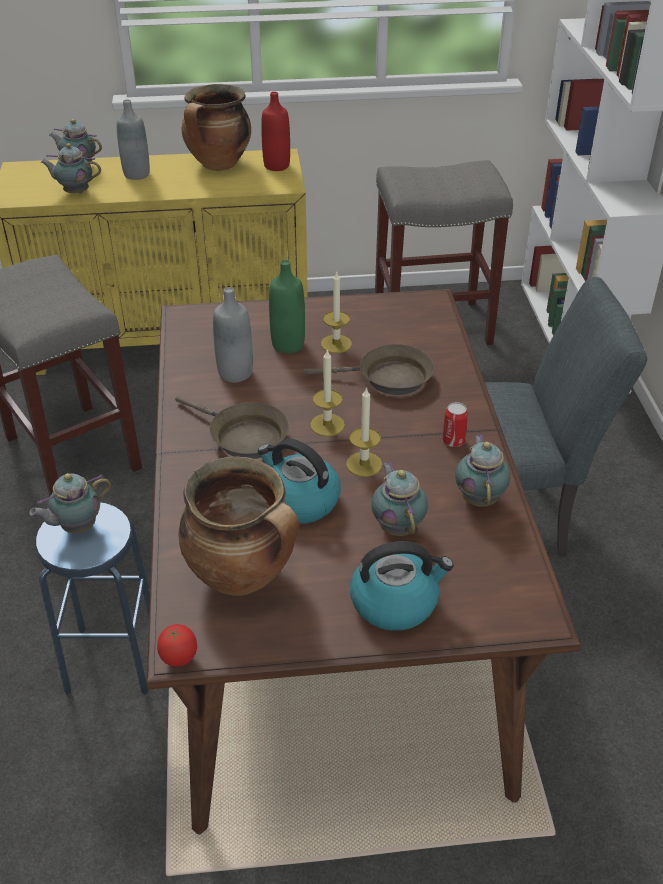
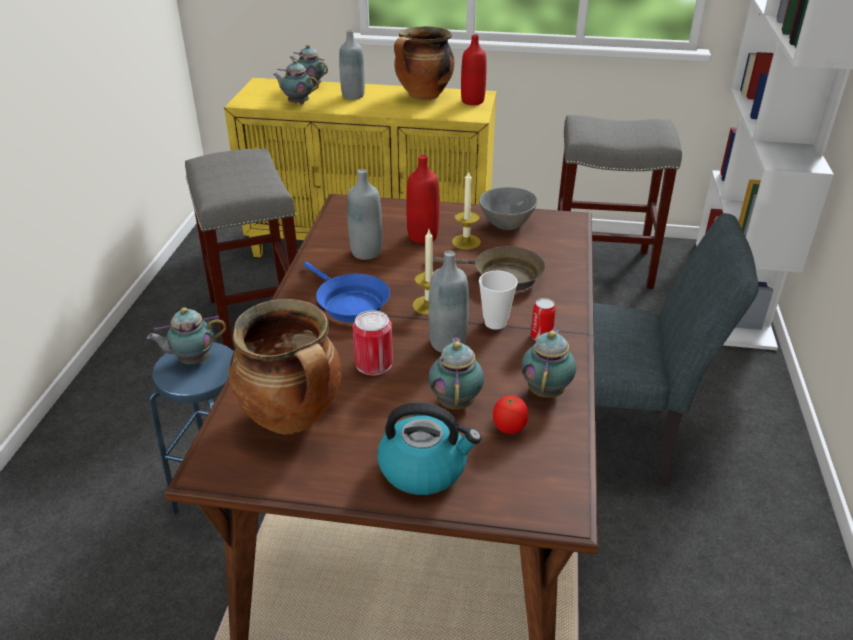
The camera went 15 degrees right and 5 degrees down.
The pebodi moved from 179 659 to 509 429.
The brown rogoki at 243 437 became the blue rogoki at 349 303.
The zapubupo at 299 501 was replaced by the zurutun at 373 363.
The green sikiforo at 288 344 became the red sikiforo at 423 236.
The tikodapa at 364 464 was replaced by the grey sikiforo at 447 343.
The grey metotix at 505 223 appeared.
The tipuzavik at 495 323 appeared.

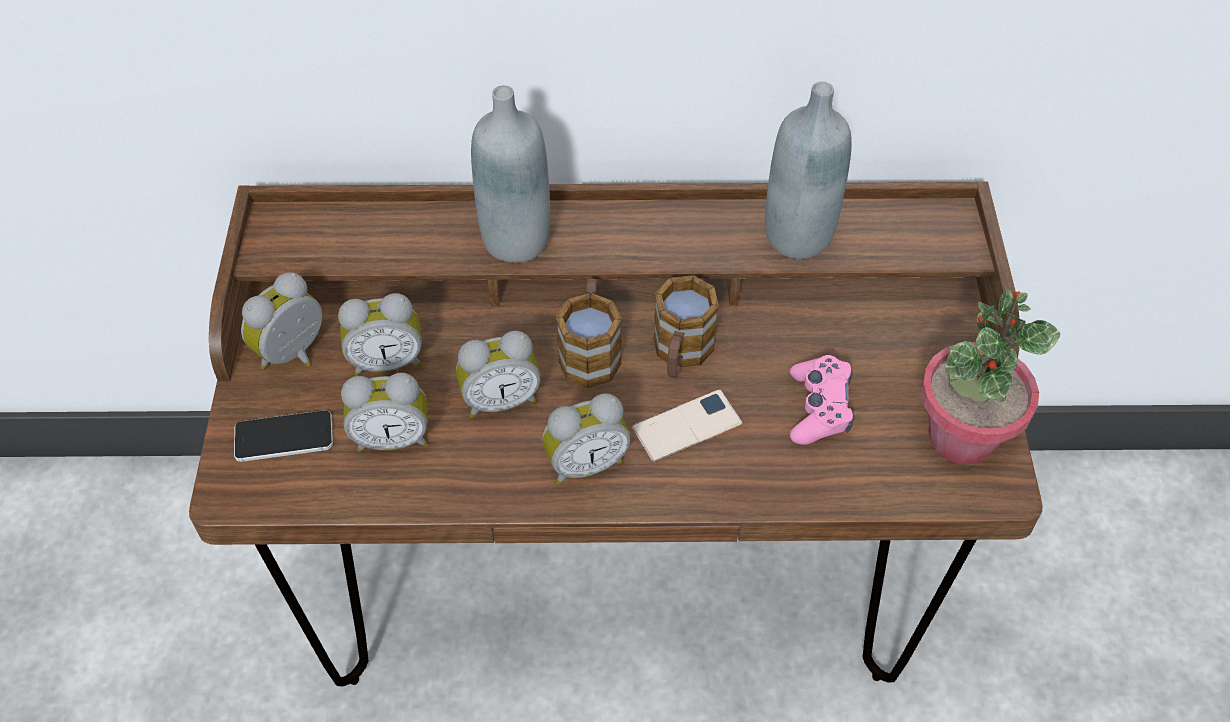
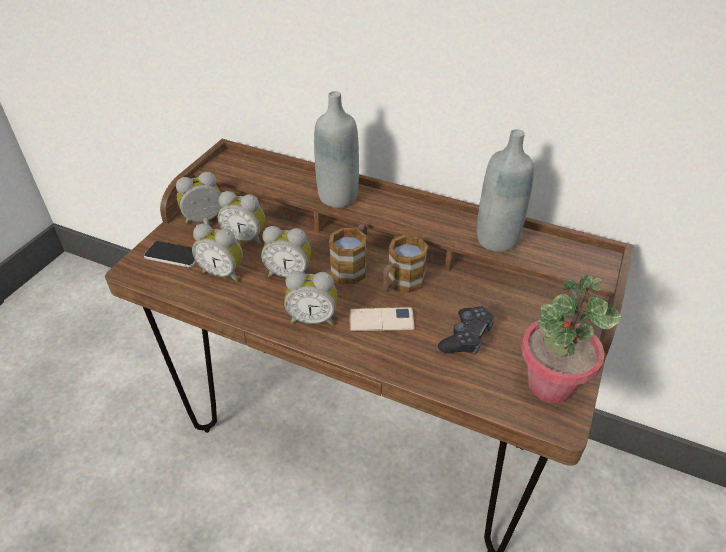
The camera went 25 degrees right and 10 degrees down.
The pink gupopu at 819 408 became the black gupopu at 466 337.

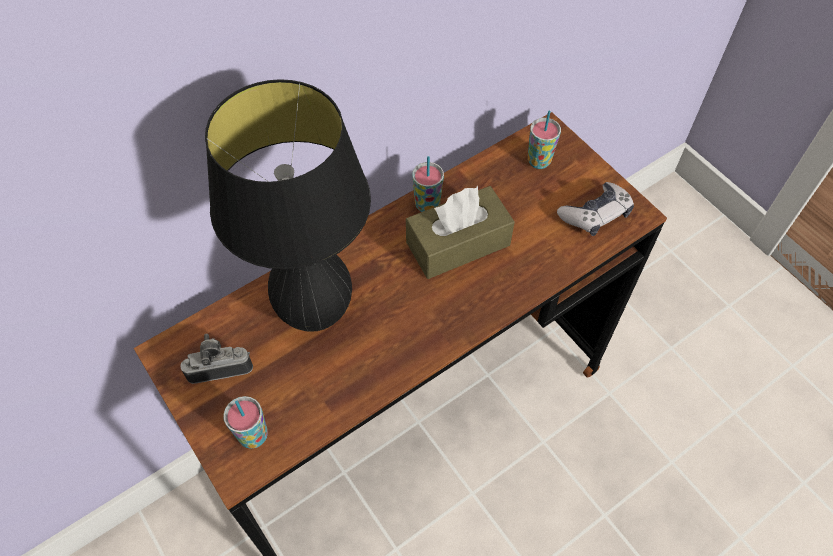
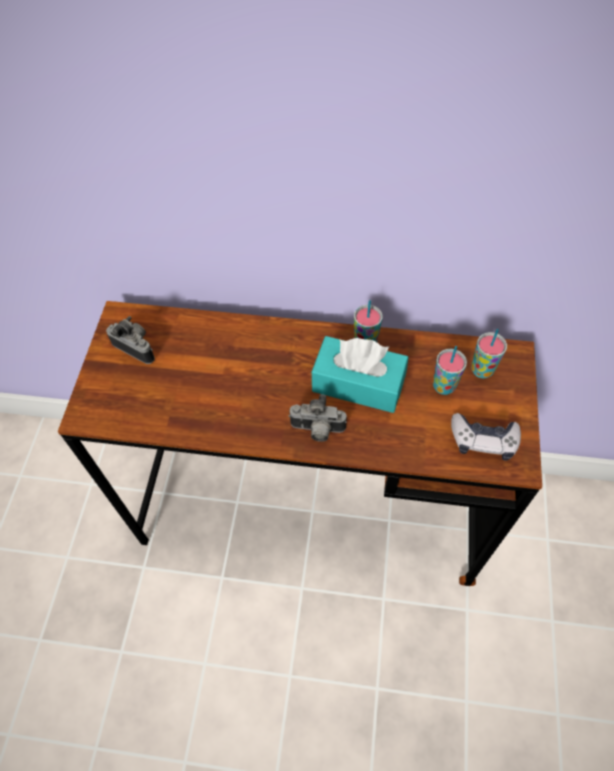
The camera went 45 degrees right and 0 degrees up.
The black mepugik at 315 312 disappeared.
The tipuzavik moved from 253 436 to 443 386.
The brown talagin at 458 243 became the turquoise talagin at 358 384.
The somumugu at 317 430 appeared.

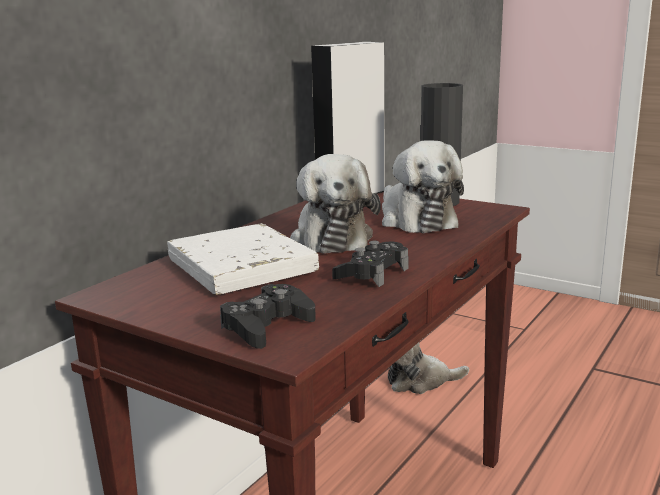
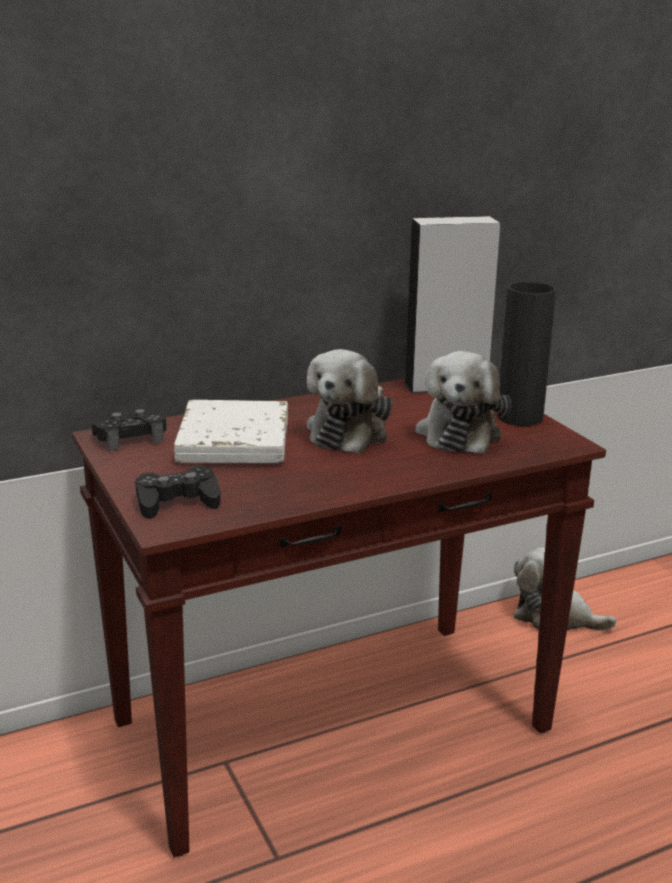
The camera went 30 degrees right and 5 degrees up.
The black gupopu moved from 371 274 to 131 438.

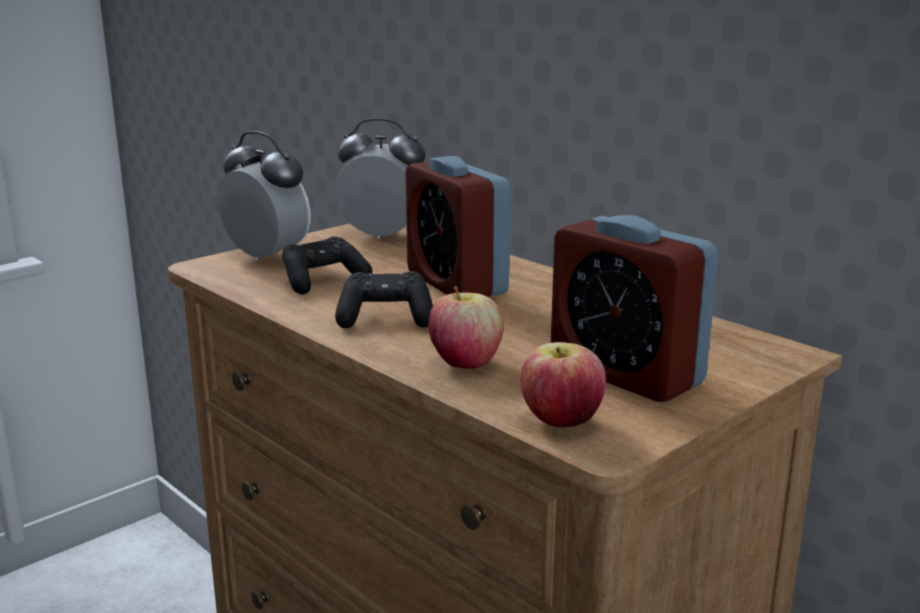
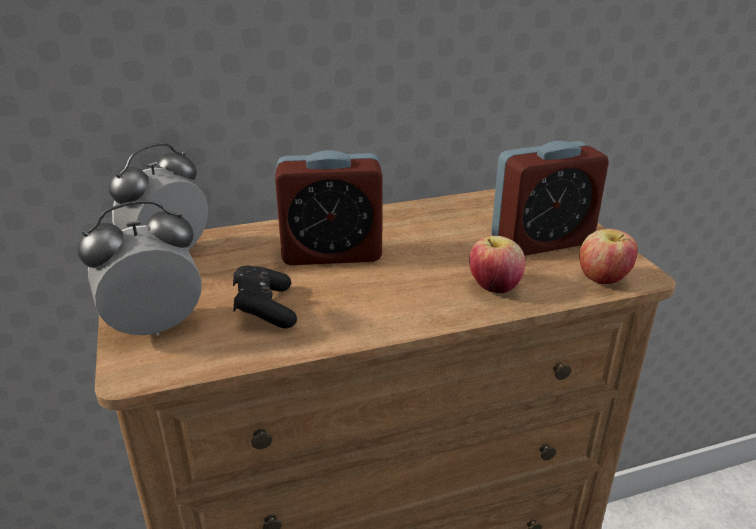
The camera went 65 degrees left and 10 degrees up.
The black gupopu at 386 318 disappeared.

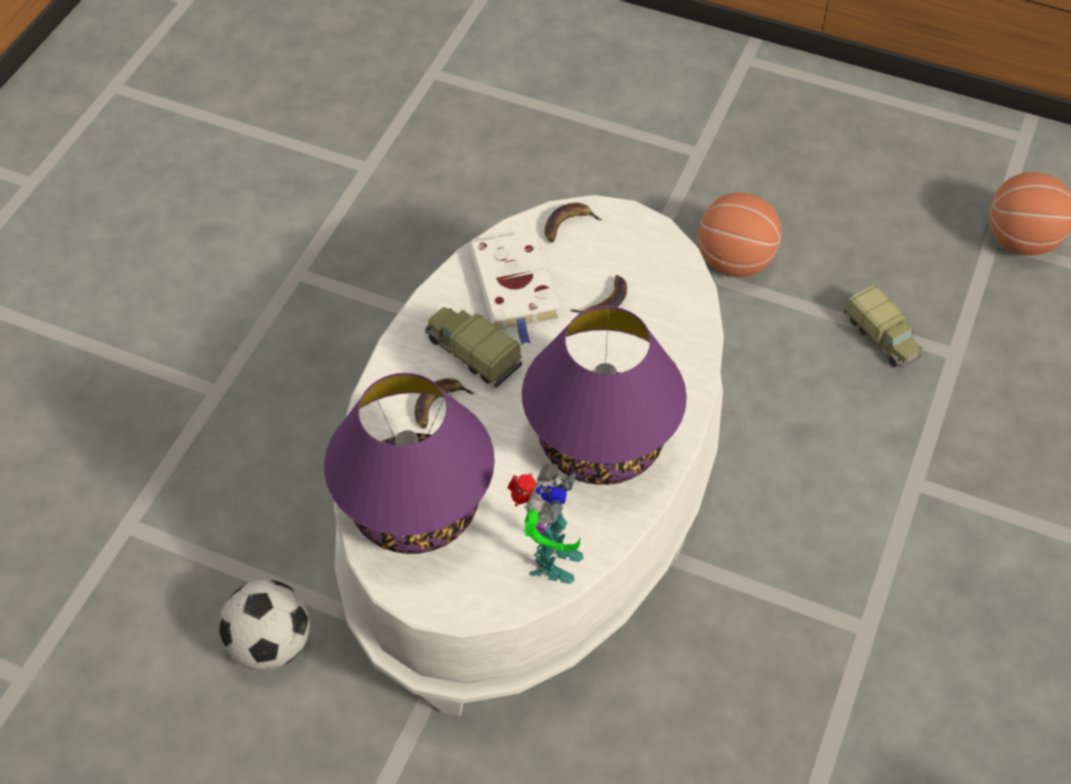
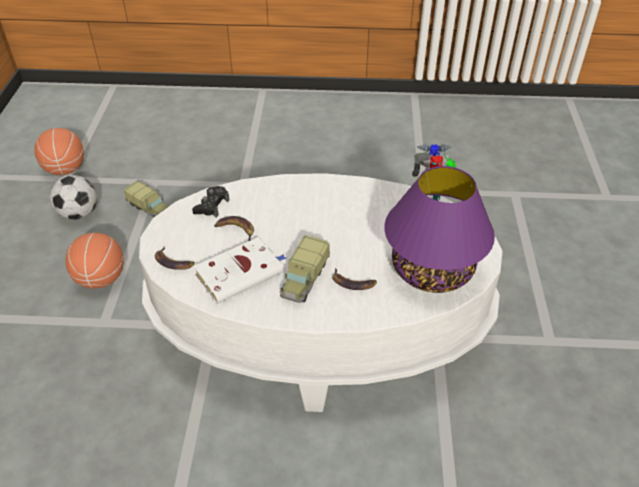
The camera went 110 degrees left and 10 degrees down.
The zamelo moved from 271 644 to 79 214.
The purple mepugik at 600 444 disappeared.
The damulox at 882 338 turned 90 degrees clockwise.
The black gupopu at 211 206 appeared.

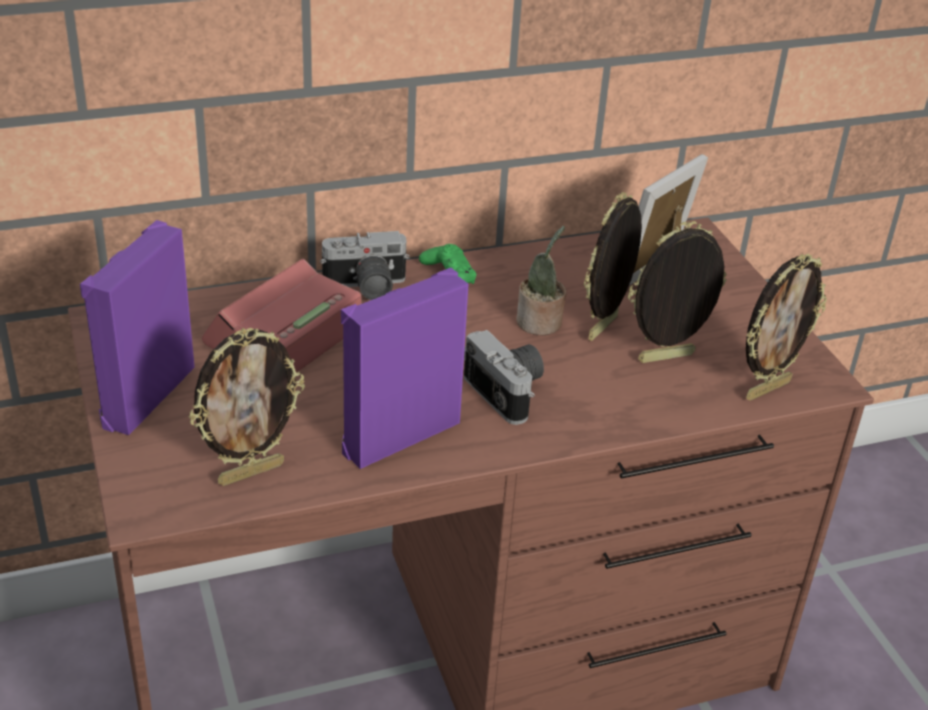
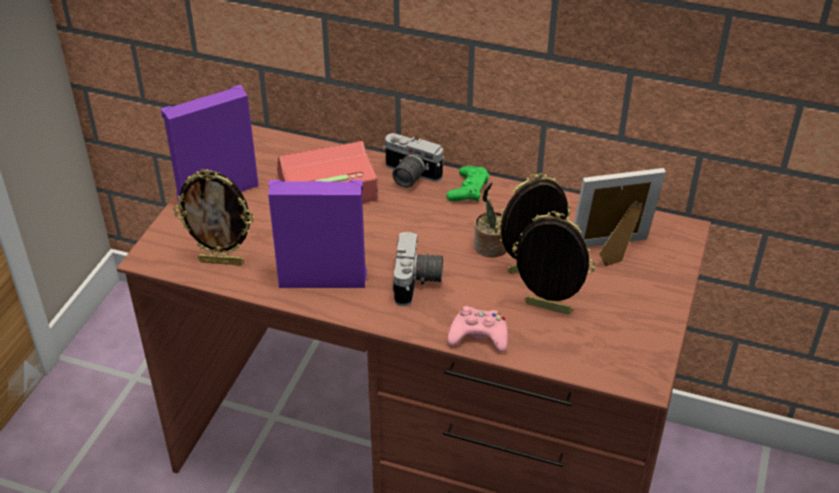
The camera went 40 degrees right and 5 degrees up.
The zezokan at 766 389 disappeared.
The pink gupopu at 479 336 appeared.

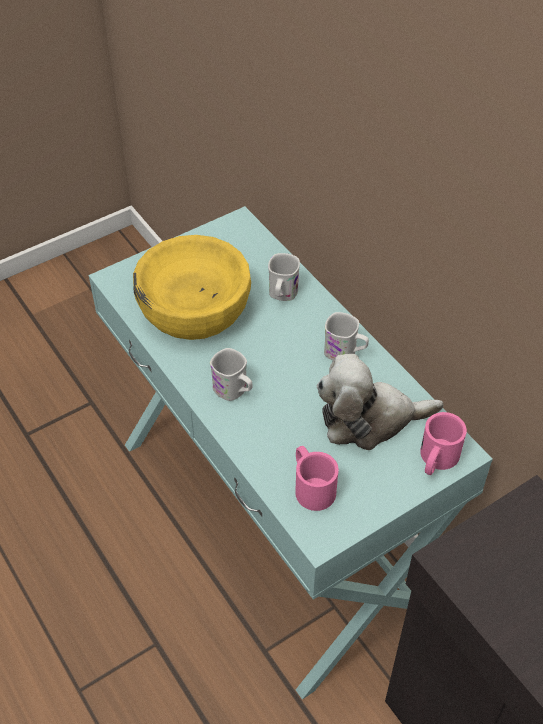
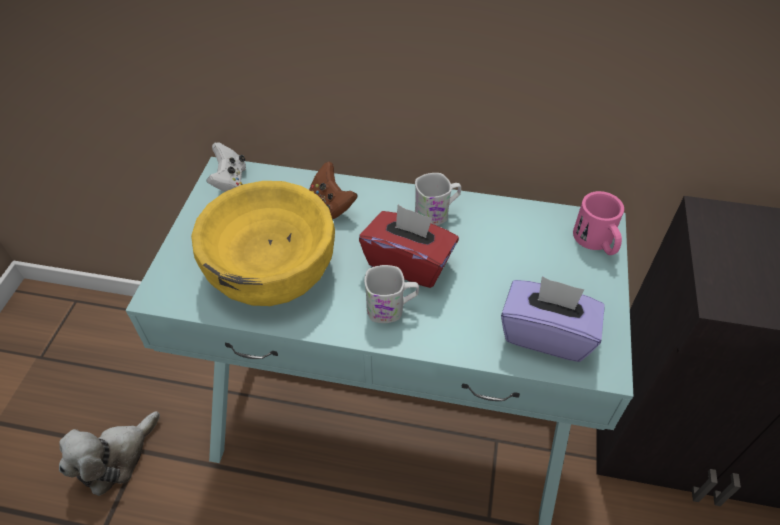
The camera went 45 degrees left and 0 degrees up.
The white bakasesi at 282 294 was replaced by the brown gupopu at 332 204.
The pink bakasesi at 311 486 was replaced by the purple talagin at 546 334.
The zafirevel moved from 369 419 to 115 458.
The white gupopu at 230 181 appeared.
The red talagin at 409 263 appeared.

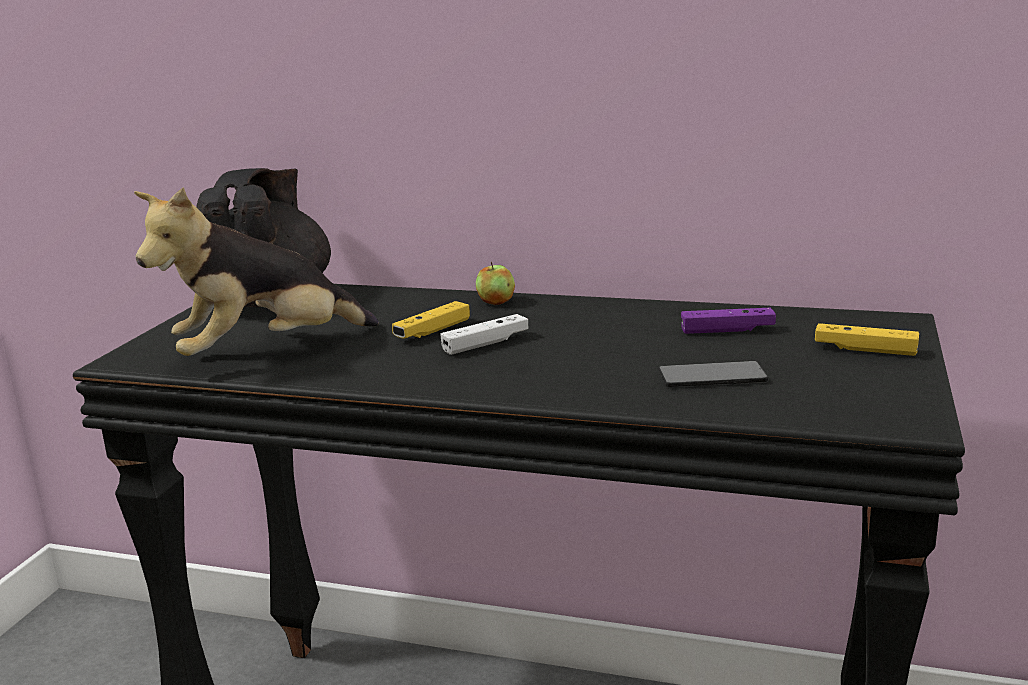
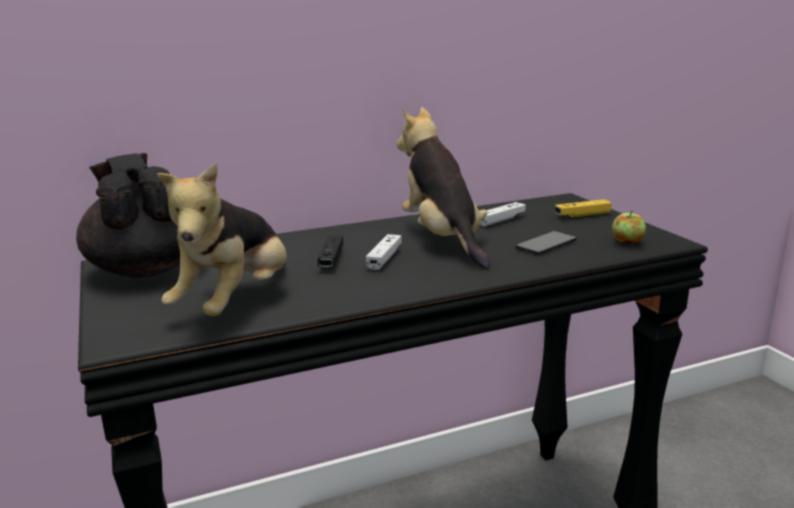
The camera went 40 degrees left and 0 degrees up.
The yellow gupopu at 432 331 became the black gupopu at 331 259.
The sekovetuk moved from 496 302 to 627 242.
The purple gupopu at 727 330 became the white gupopu at 501 220.
The zafirevel at 442 239 appeared.

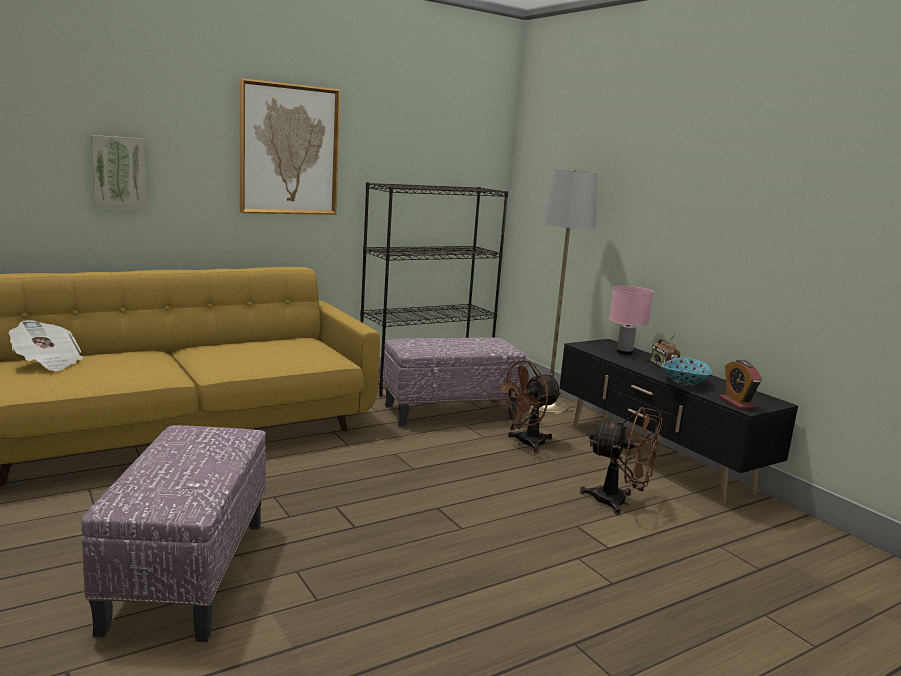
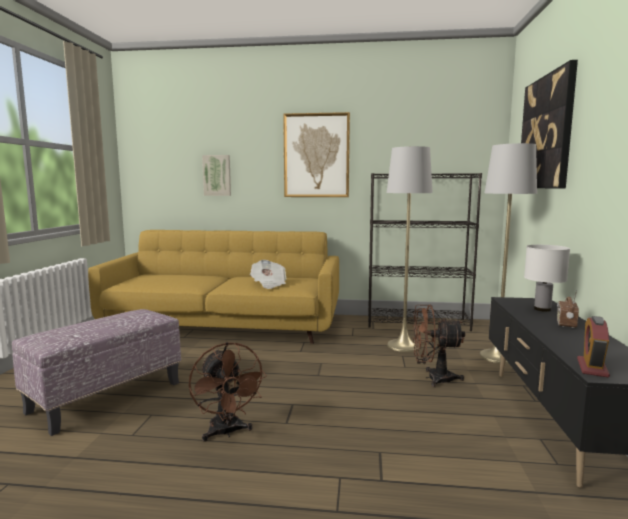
The camera went 40 degrees right and 5 degrees down.
The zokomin moved from 47 362 to 268 284.
The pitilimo at 450 413 was replaced by the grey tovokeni at 403 346.
The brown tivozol moved from 618 502 to 226 432.
The pink mepugik at 624 352 became the white mepugik at 542 309.
The metotix at 683 382 disappeared.
The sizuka at 546 132 appeared.

